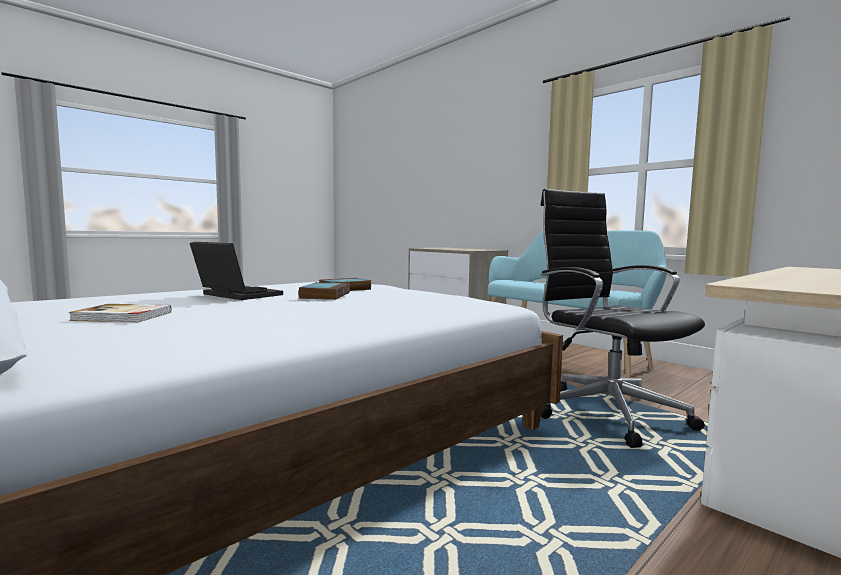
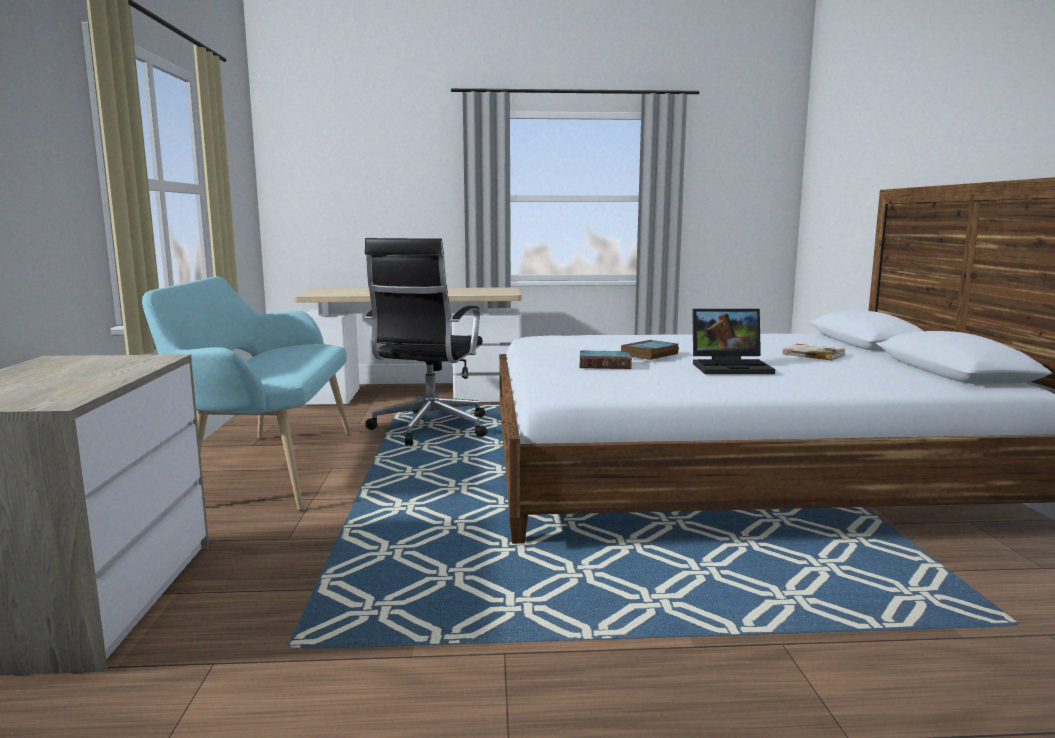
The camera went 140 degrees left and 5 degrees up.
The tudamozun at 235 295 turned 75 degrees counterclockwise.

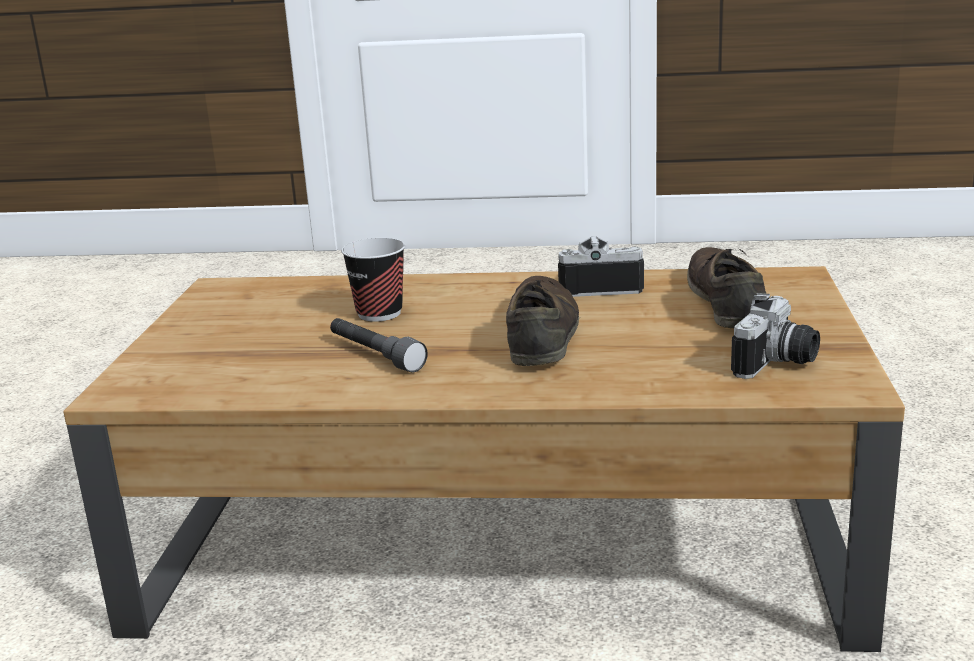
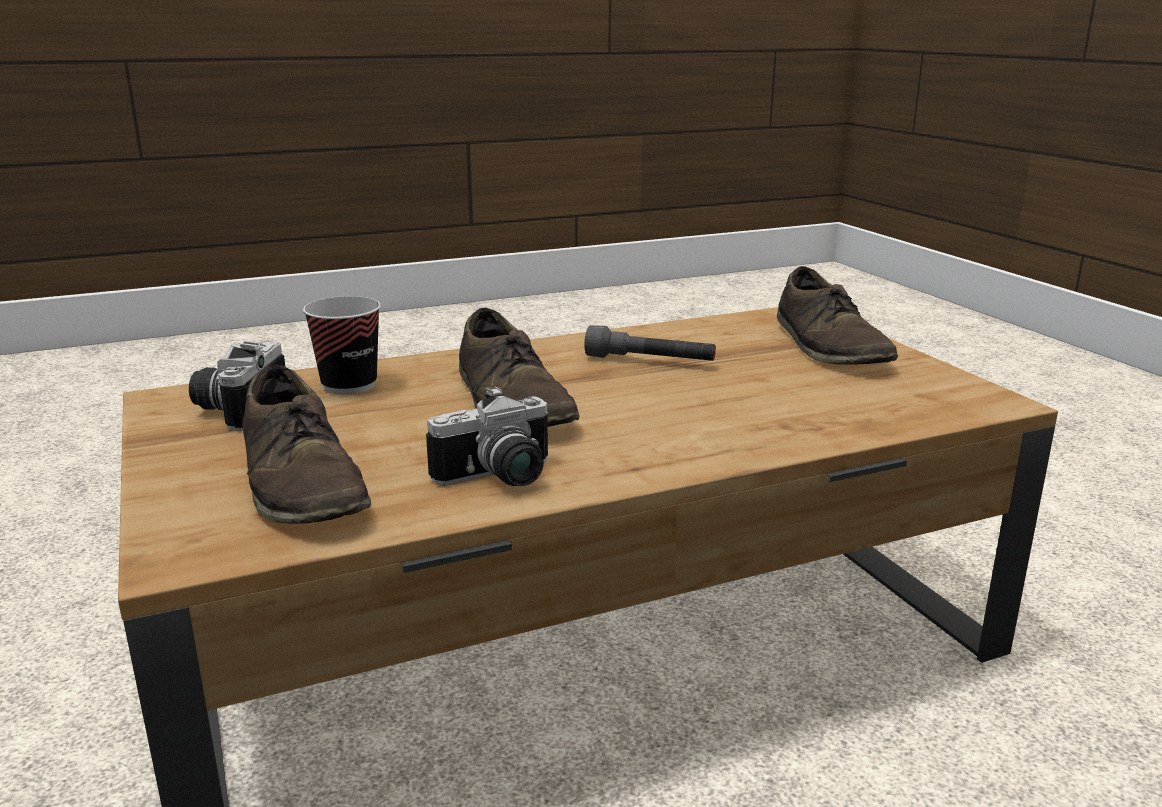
The camera went 150 degrees right and 0 degrees up.
The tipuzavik moved from 379 313 to 349 385.
The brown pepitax at 830 346 appeared.

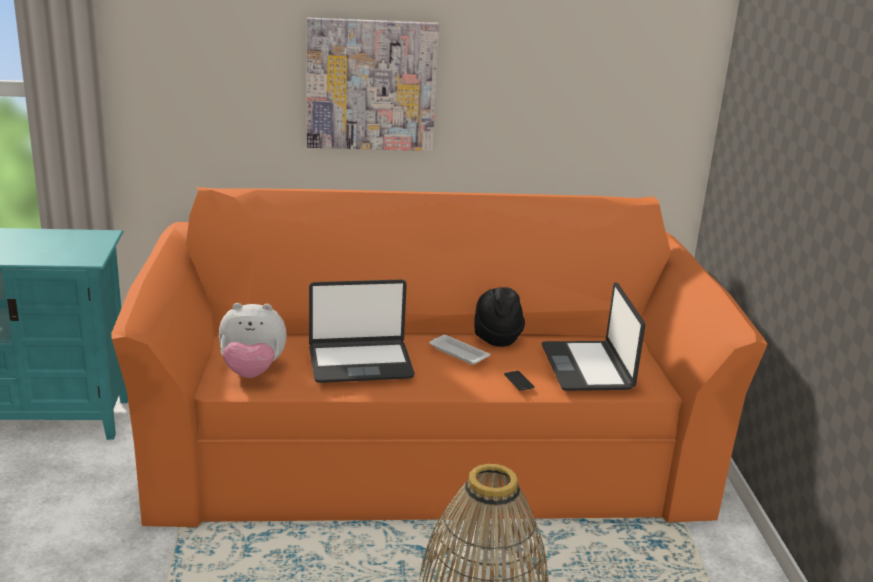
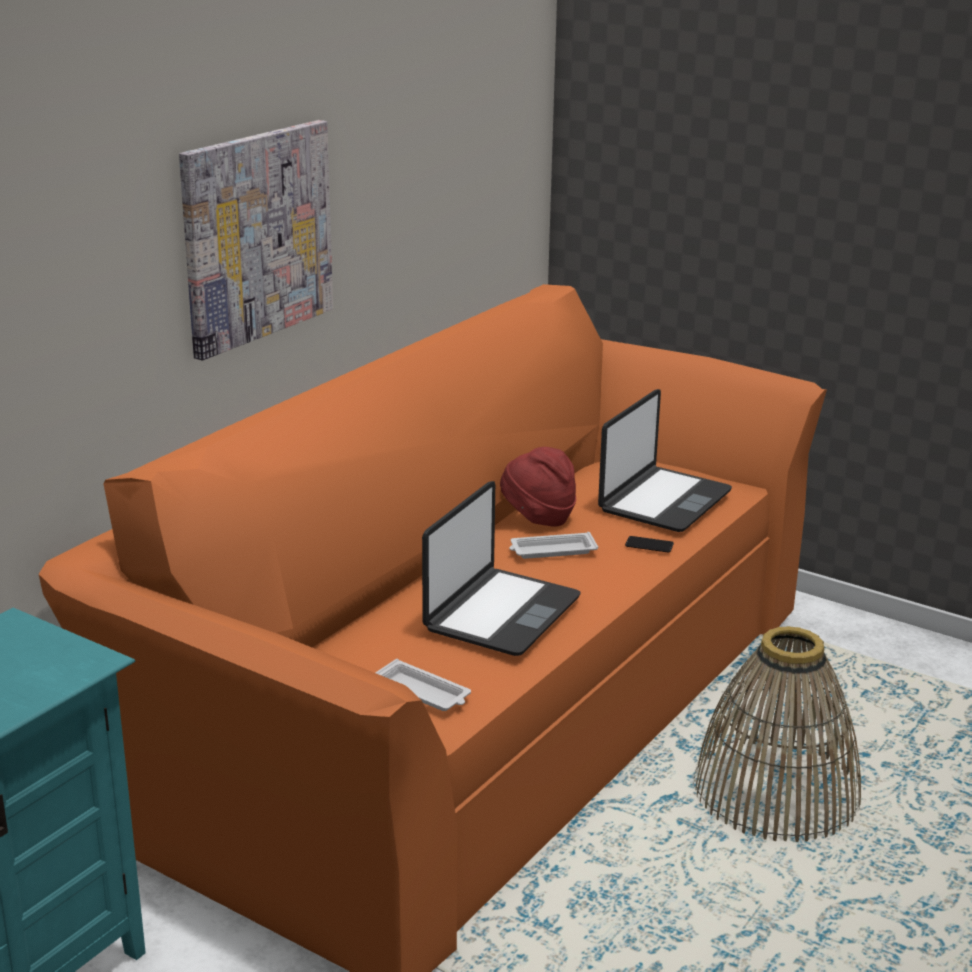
The camera went 50 degrees left and 0 degrees up.
The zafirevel at 252 372 was replaced by the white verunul at 422 692.
The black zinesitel at 496 337 became the red zinesitel at 538 518.
The tudamozun at 588 367 turned 90 degrees counterclockwise.

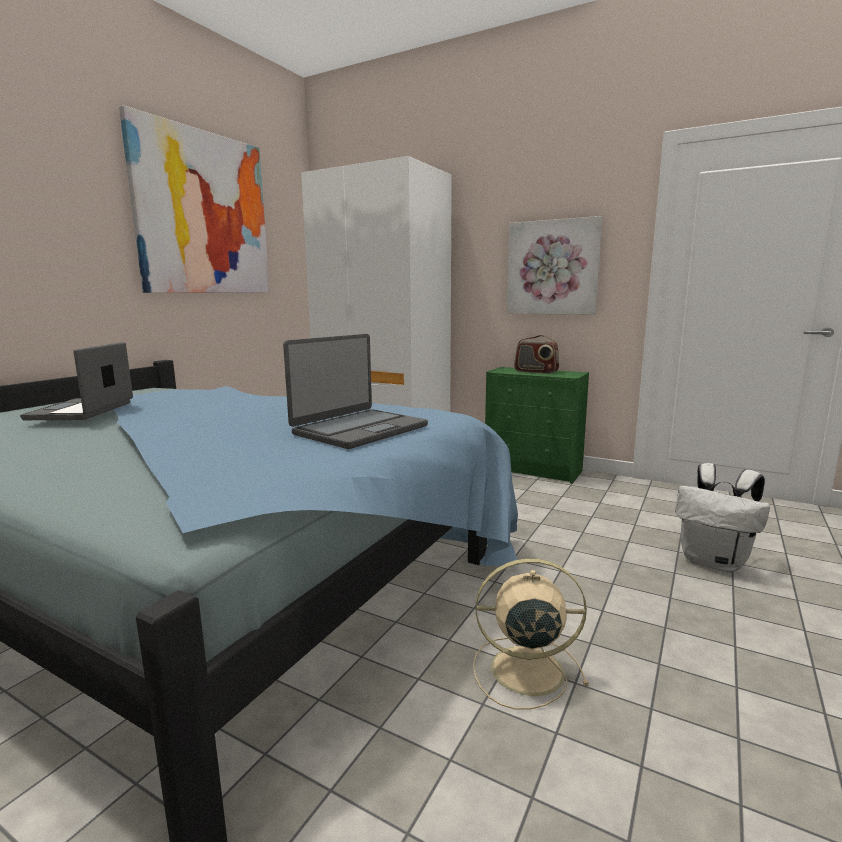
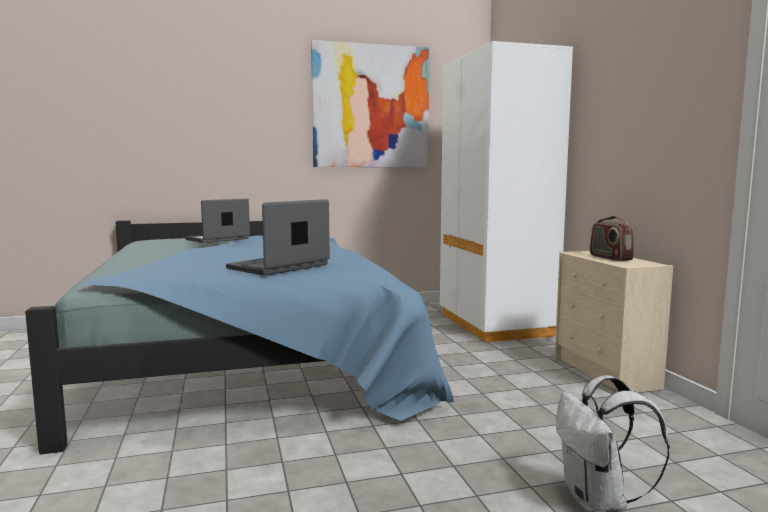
The camera went 45 degrees right and 5 degrees down.
The tudamozun at 359 430 turned 135 degrees clockwise.
The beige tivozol at 523 670 disappeared.
The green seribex at 534 470 became the beige seribex at 606 373.
The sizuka at 552 268 disappeared.

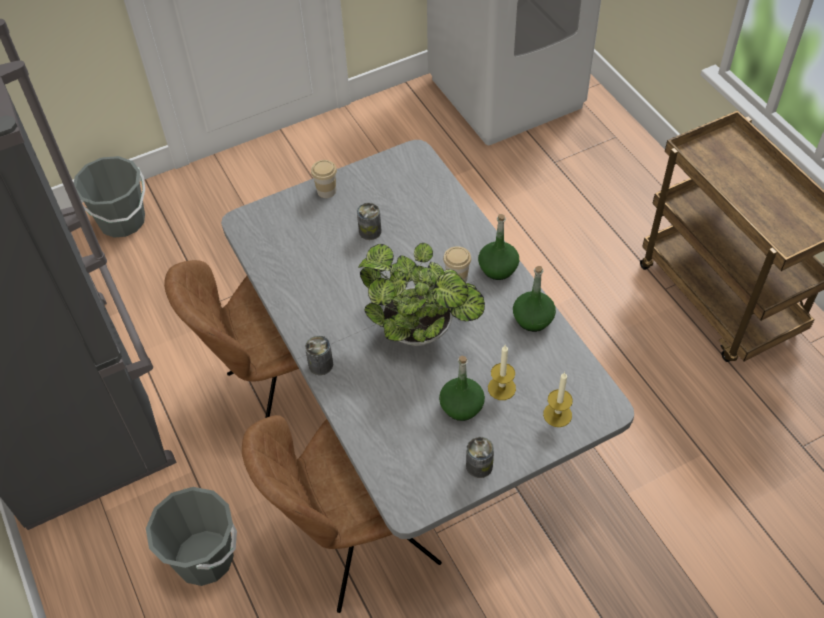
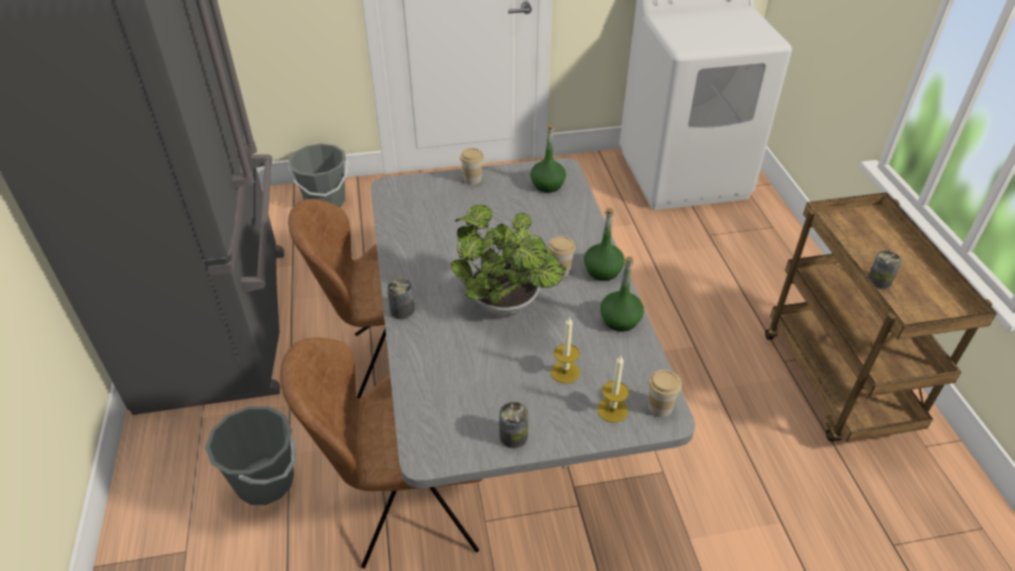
The camera went 15 degrees right and 10 degrees down.
The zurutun moved from 370 231 to 879 281.
The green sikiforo moved from 461 406 to 547 185.
The tipuzavik at 660 407 appeared.

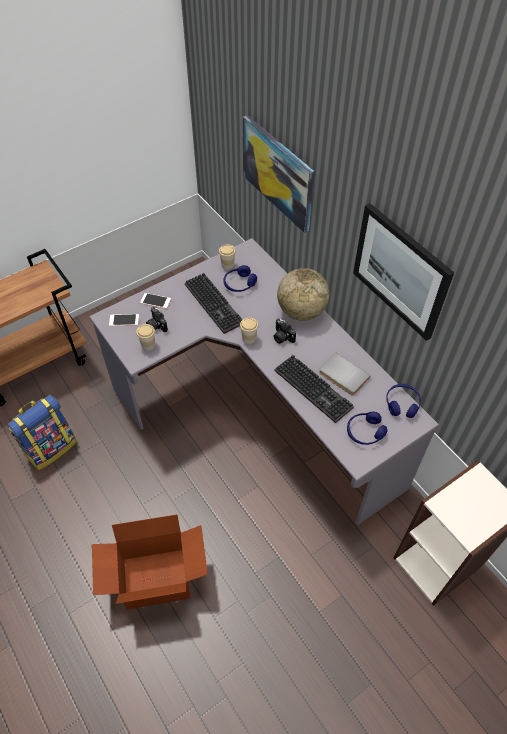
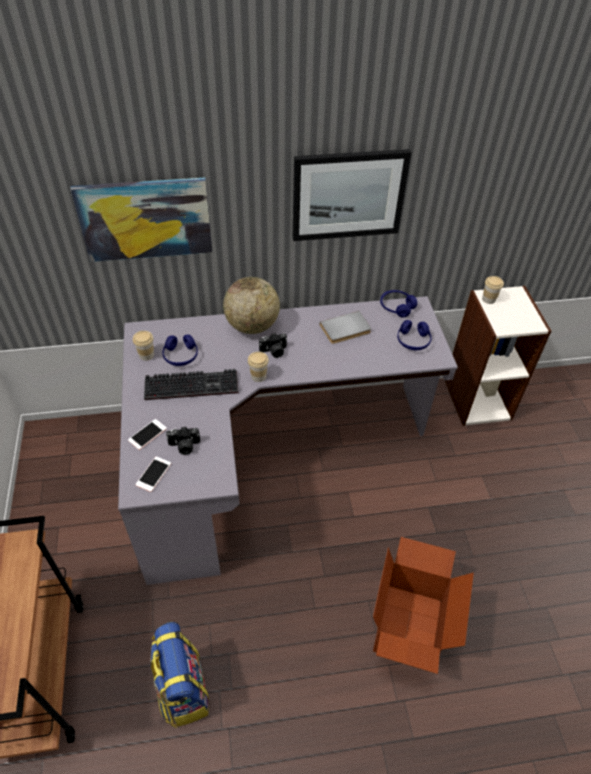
The camera went 65 degrees left and 5 degrees down.
The tipuzavik moved from 148 345 to 489 299.
The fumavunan at 315 389 disappeared.

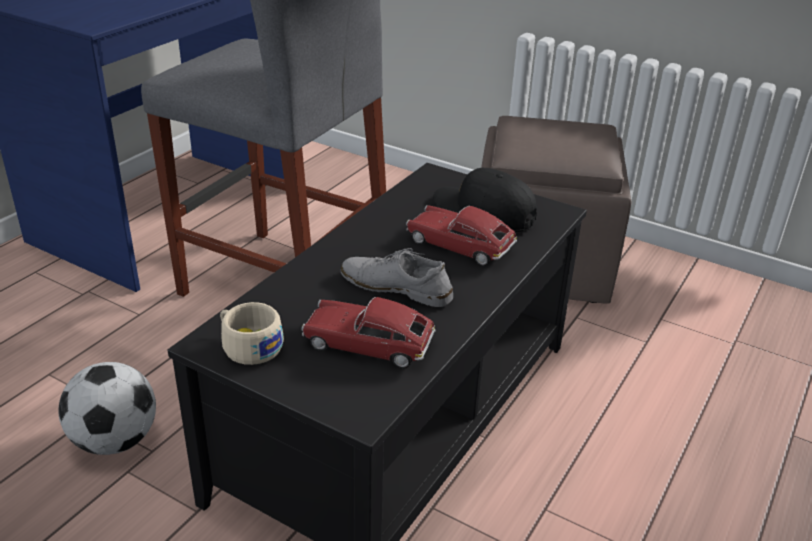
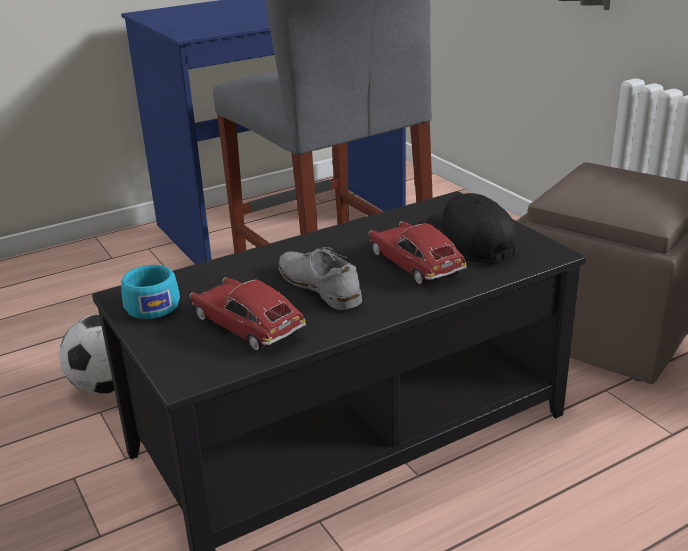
The camera went 30 degrees right and 5 degrees down.
The beige tipuzavik at 248 346 became the turquoise tipuzavik at 151 304.

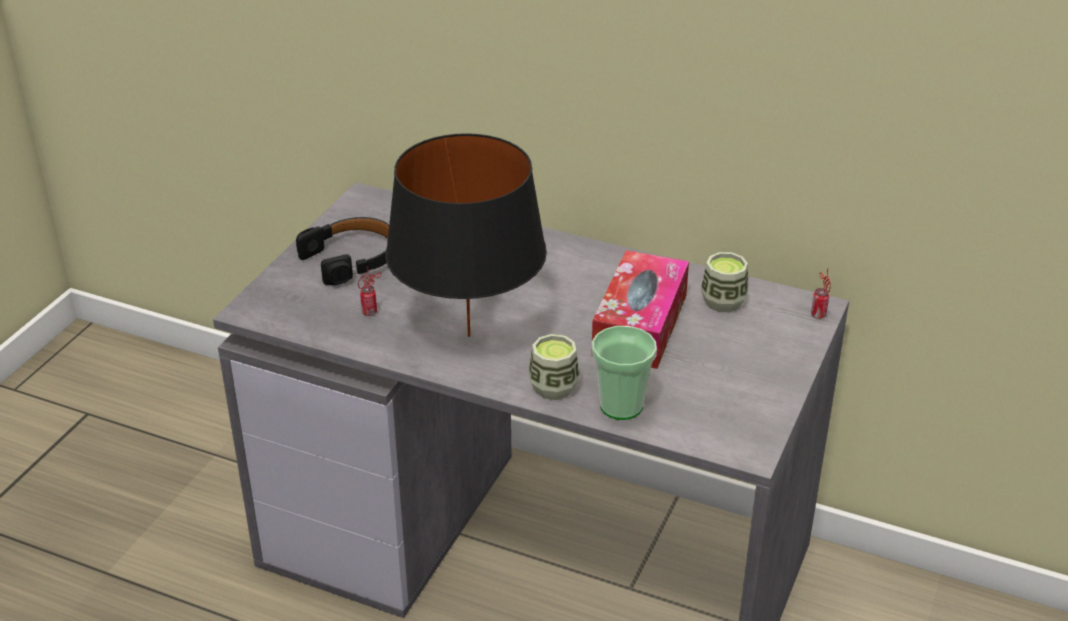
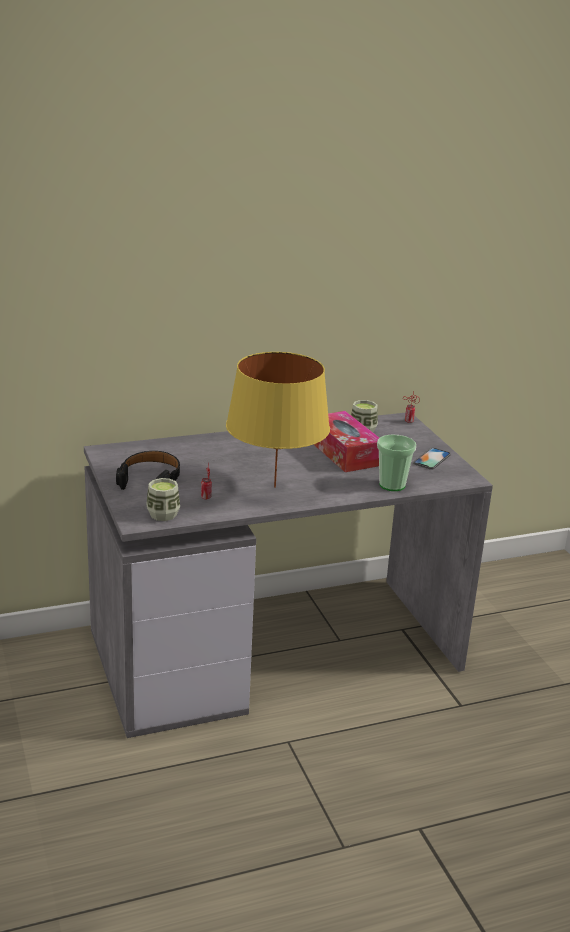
The camera went 45 degrees left and 10 degrees down.
The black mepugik at 468 336 became the yellow mepugik at 274 487.
The tipuzavik moved from 553 387 to 163 514.
The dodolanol at 432 459 appeared.

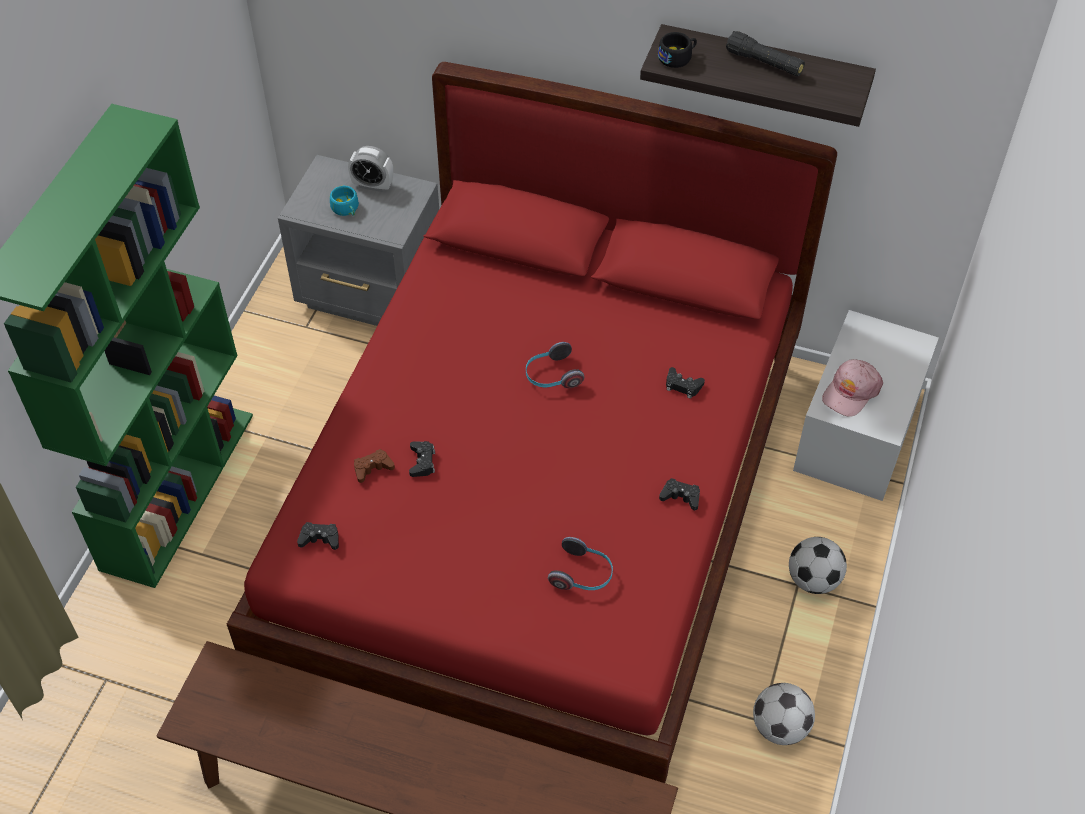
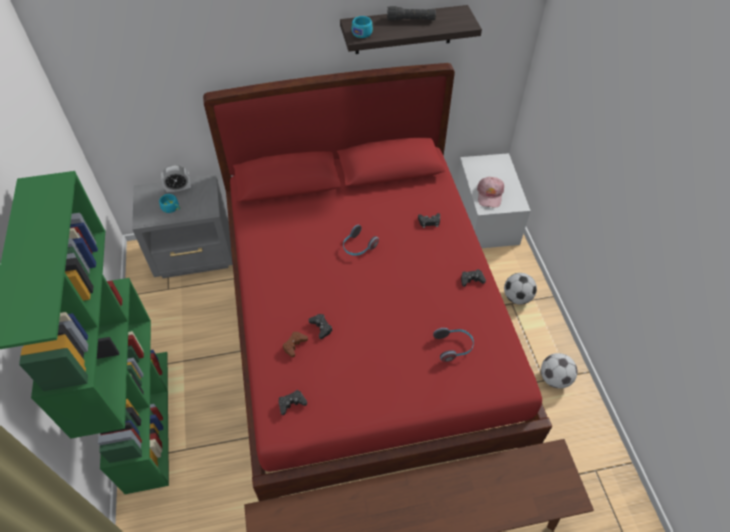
The camera went 30 degrees left and 0 degrees up.
The black tipuzavik at 678 57 became the turquoise tipuzavik at 363 32.

